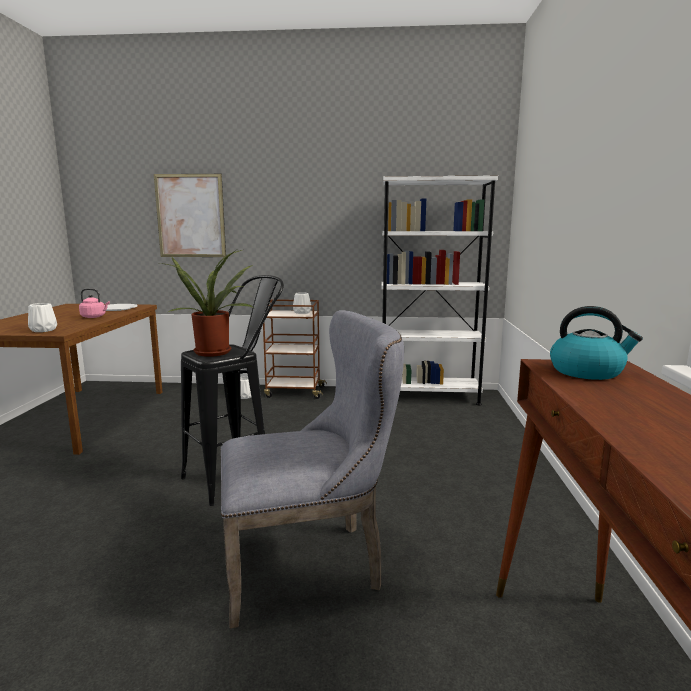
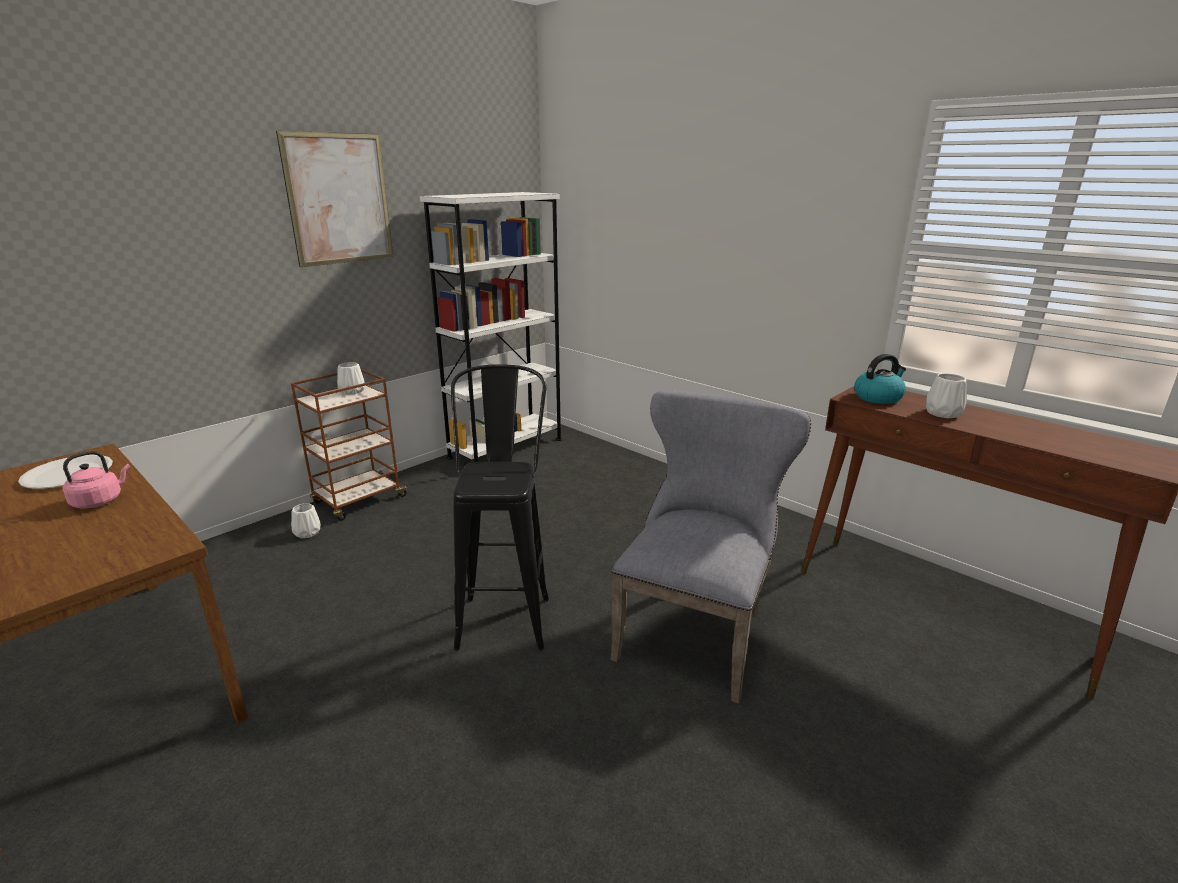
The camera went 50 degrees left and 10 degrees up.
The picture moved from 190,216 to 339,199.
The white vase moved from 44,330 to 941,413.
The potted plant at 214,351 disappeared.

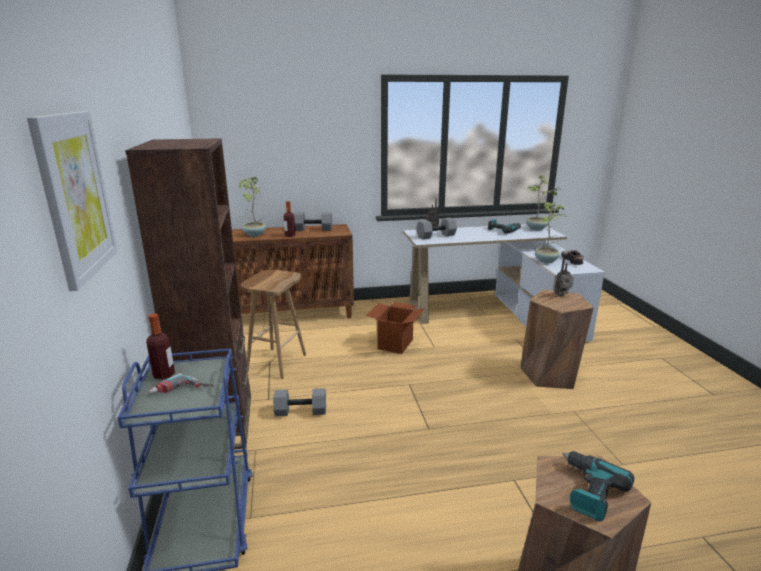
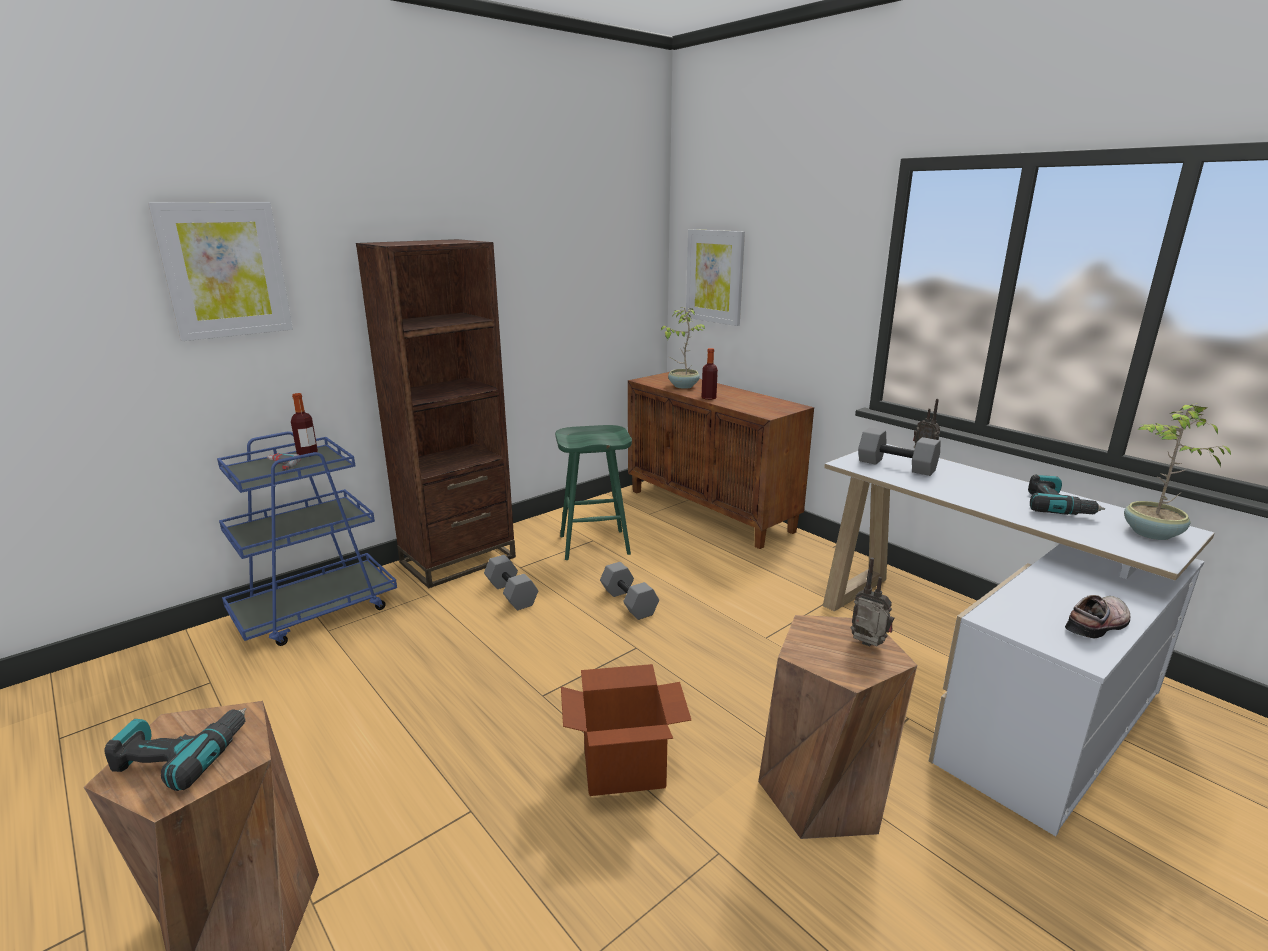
The camera went 60 degrees right and 0 degrees up.
The brown stool at 276,362 became the green stool at 595,544.
The cardboard box moved from 395,344 to 624,768.
The grey dumbbell moved from 314,229 to 630,602.
The picture at 715,276 appeared.
The potted plant at 546,261 disappeared.

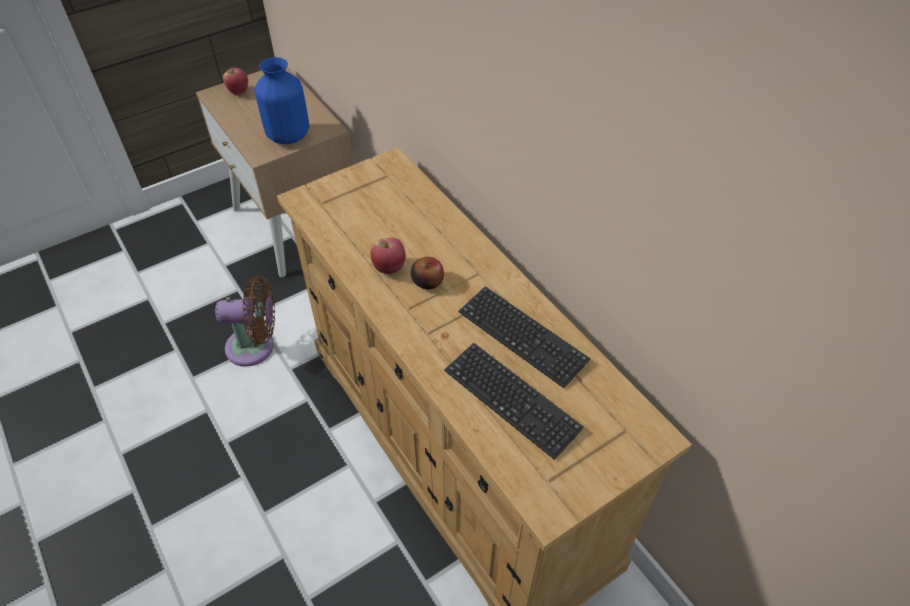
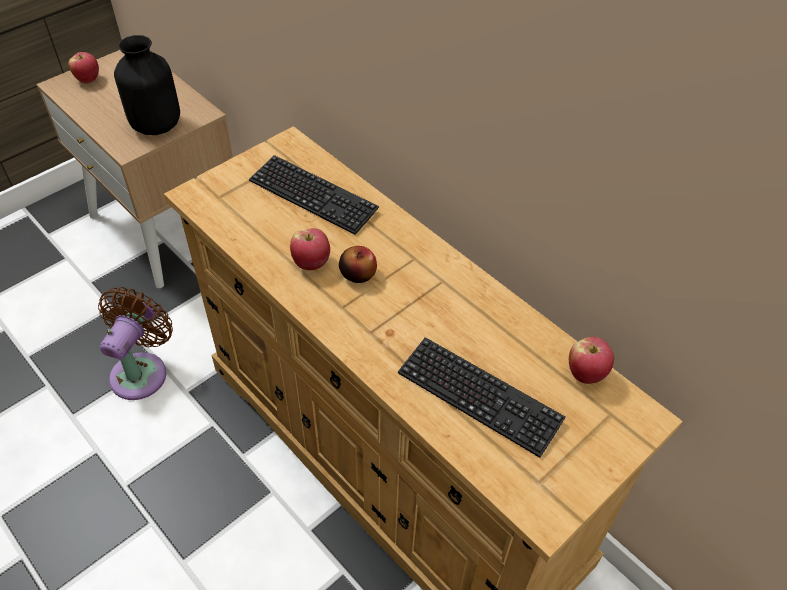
The camera went 10 degrees left and 0 degrees up.
The brown fan at 255,346 turned 60 degrees counterclockwise.
The blue vase at 287,136 became the black vase at 155,125.
The keyboard moved from 522,337 to 313,196.
The apple at 585,373 appeared.

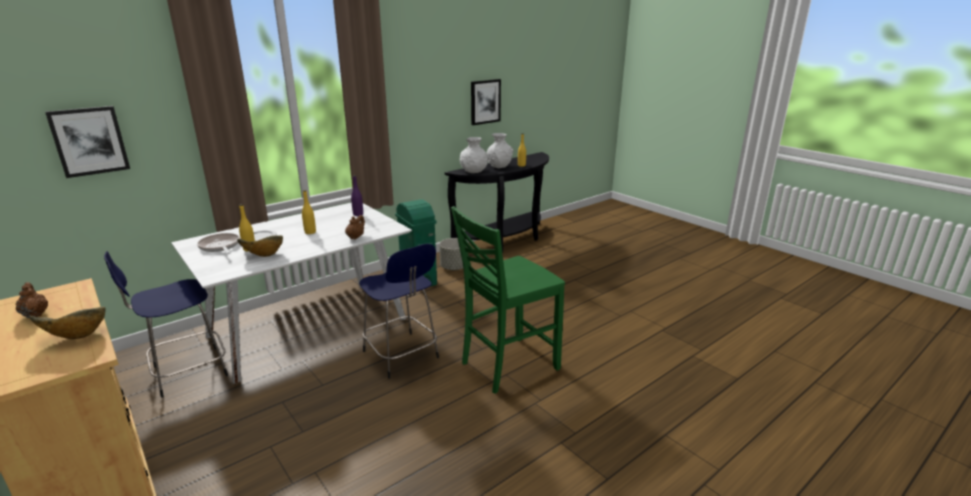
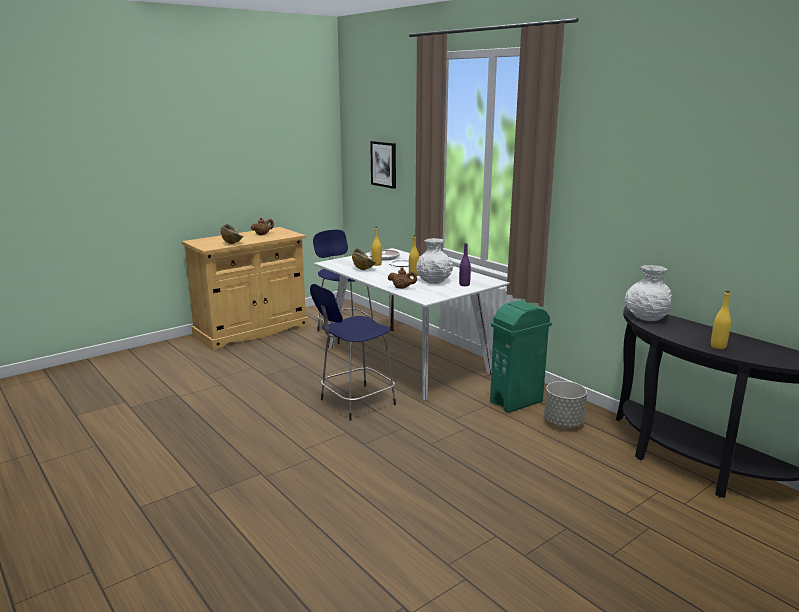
The camera went 90 degrees right and 5 degrees down.
The white vase moved from 499,166 to 435,281.
The green chair at 507,365 disappeared.
The picture at 485,101 disappeared.

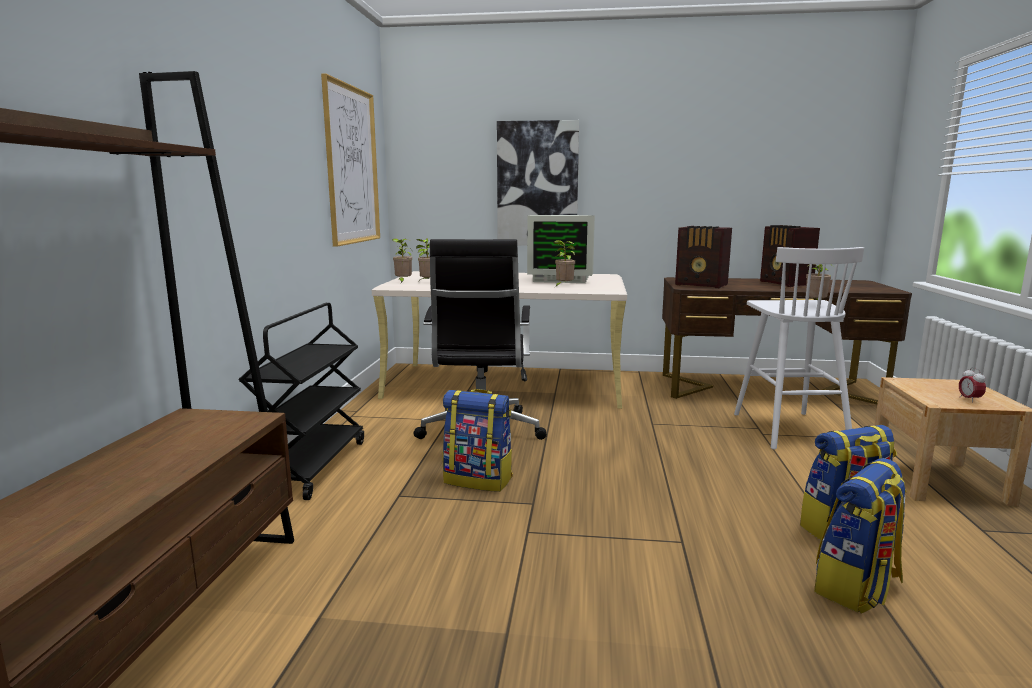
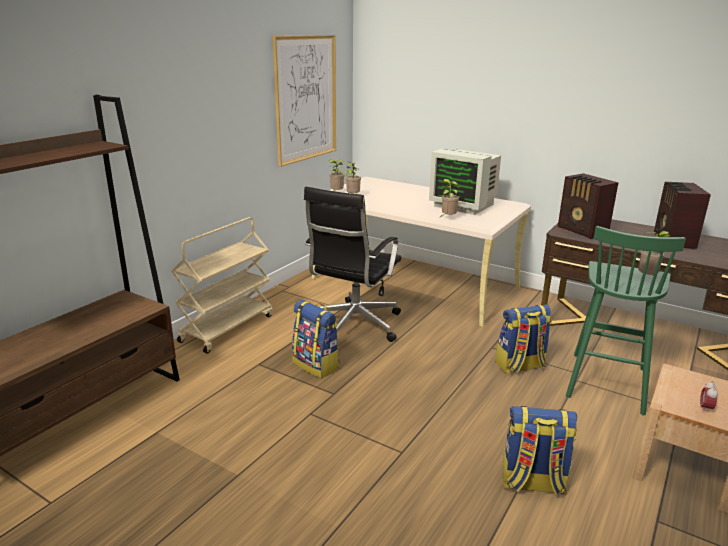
The camera went 25 degrees right and 10 degrees up.
The black cart at 311,466 became the beige cart at 227,328.
The backpack moved from 857,588 to 520,366.
The white stool at 788,429 became the green stool at 606,381.
The picture at 537,184 disappeared.

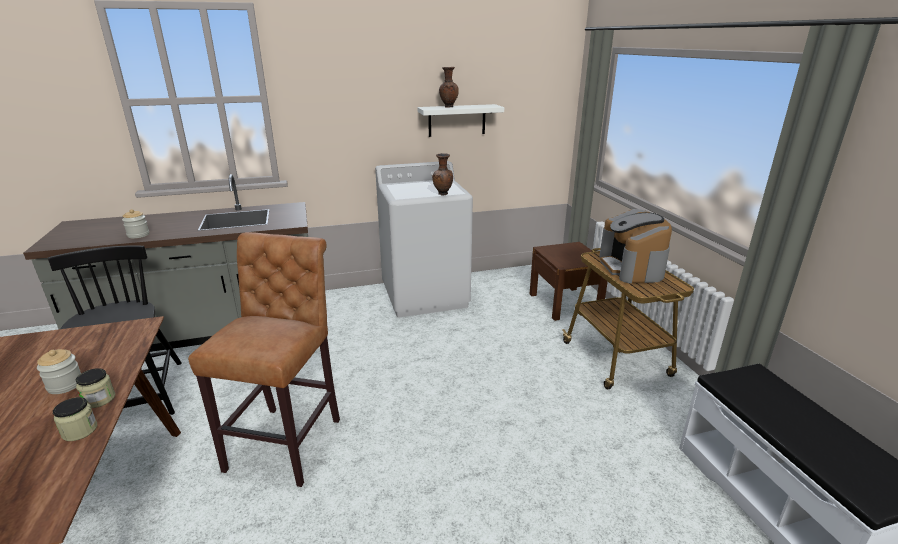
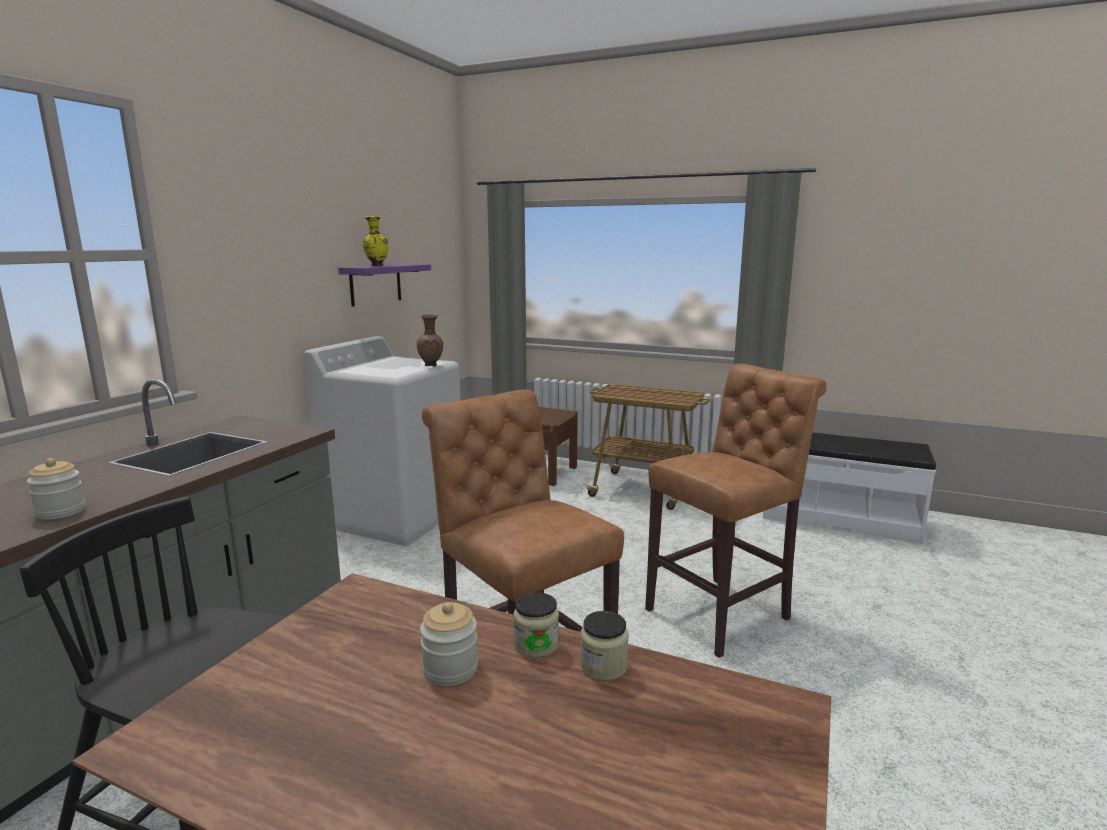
The camera went 50 degrees left and 10 degrees down.
The white shelf at 457,120 became the purple shelf at 375,284.
The brown vase at 448,107 became the yellow vase at 376,266.
The brown stool at 723,612 appeared.
The coffee machine at 631,267 disappeared.

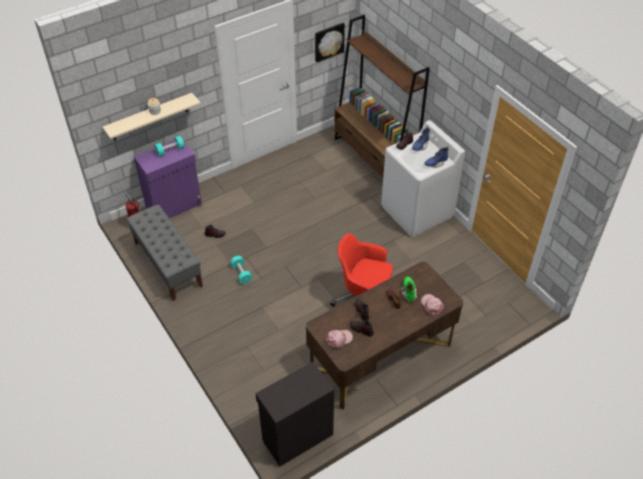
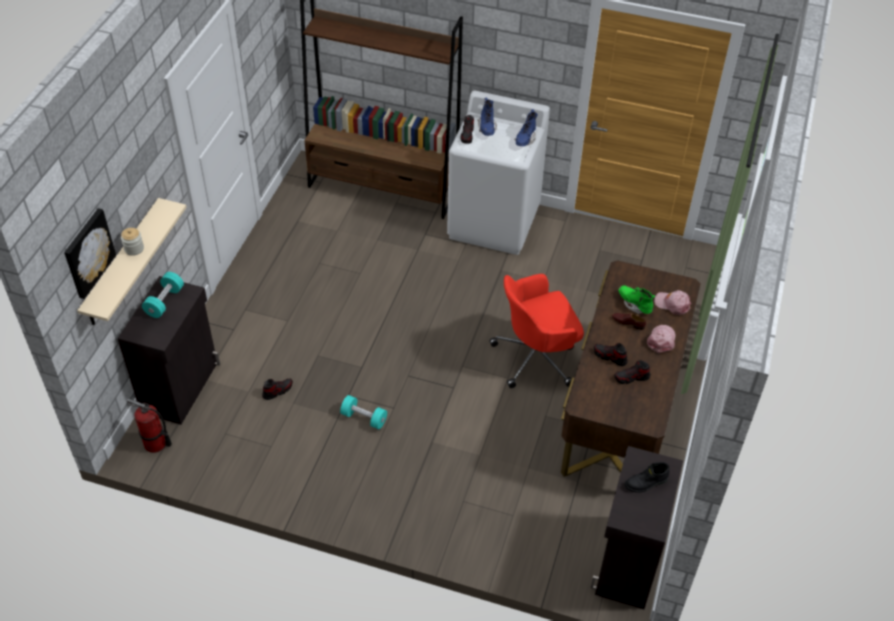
The camera went 40 degrees left and 0 degrees up.
The picture moved from 328,41 to 87,253.
The purple cabinet at 174,206 became the black cabinet at 181,387.
The black boot at 646,483 appeared.
The pink cap moved from 339,339 to 661,340.
The grey bench at 167,264 disappeared.

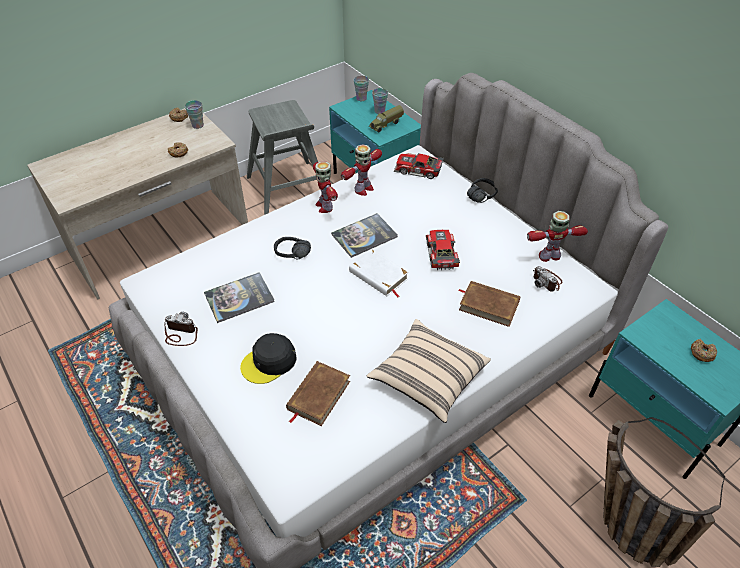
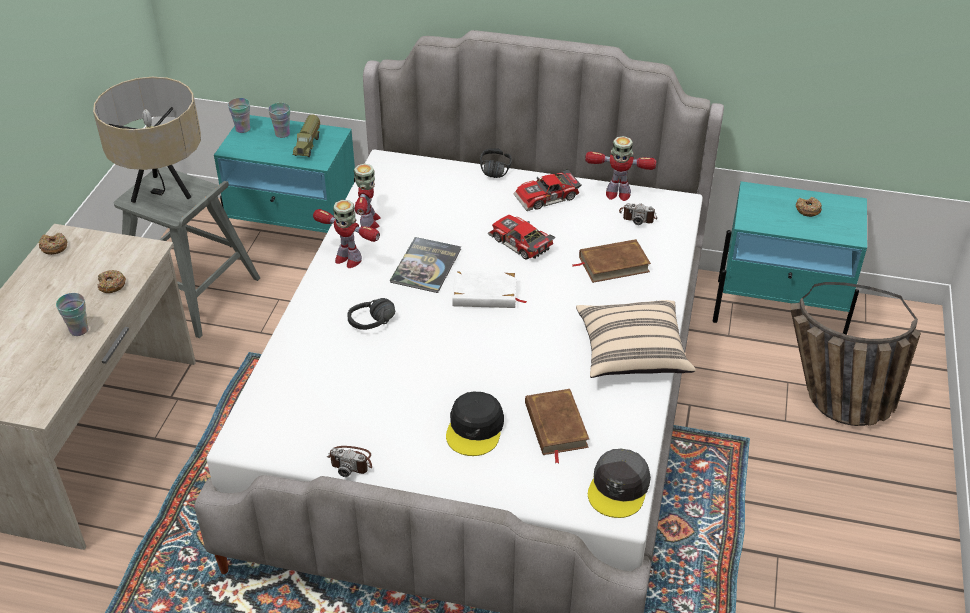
The camera went 40 degrees left and 5 degrees down.
The cup moved from 198,125 to 79,330.
The beige table lamp at 164,194 appeared.
The photo camera at 180,334 turned 135 degrees counterclockwise.
The toy car moved from 418,171 to 547,198.
The toy robot at 549,256 turned 120 degrees counterclockwise.
The grey cap at 619,488 appeared.
The book at 239,298 disappeared.

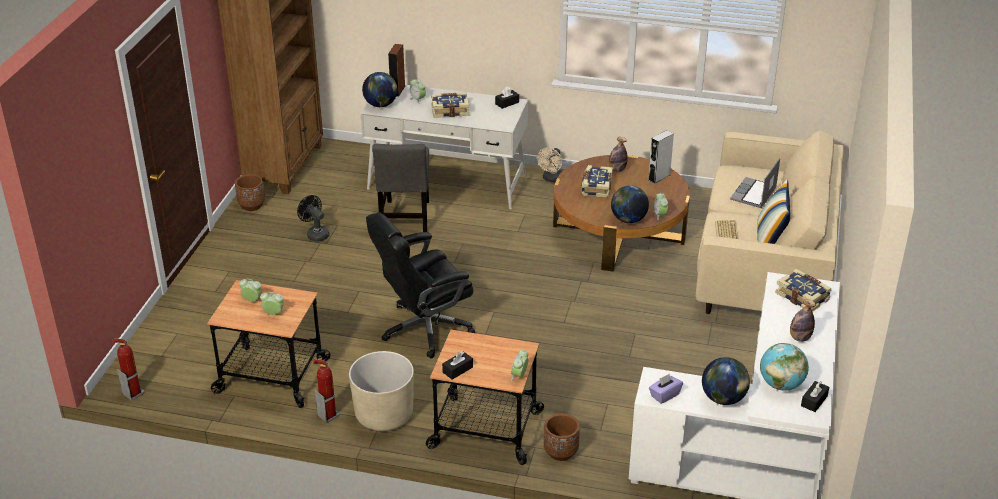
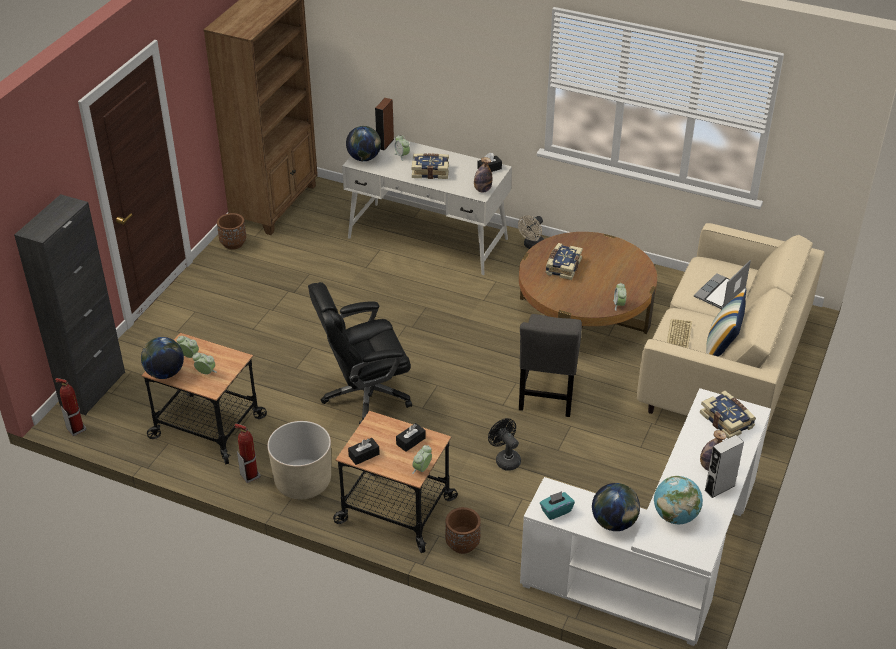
The camera went 10 degrees right and 5 degrees up.
The black cabinet at 93,389 appeared.
The globe moved from 628,220 to 165,373.
The black tissue box moved from 814,401 to 410,441.
The bottle moved from 617,169 to 482,190.
The black fan moved from 315,234 to 505,459.
The grey chair moved from 405,219 to 548,394.
The purple tissue box at 664,395 became the turquoise tissue box at 556,511.
The grey speaker moved from 659,177 to 719,488.

